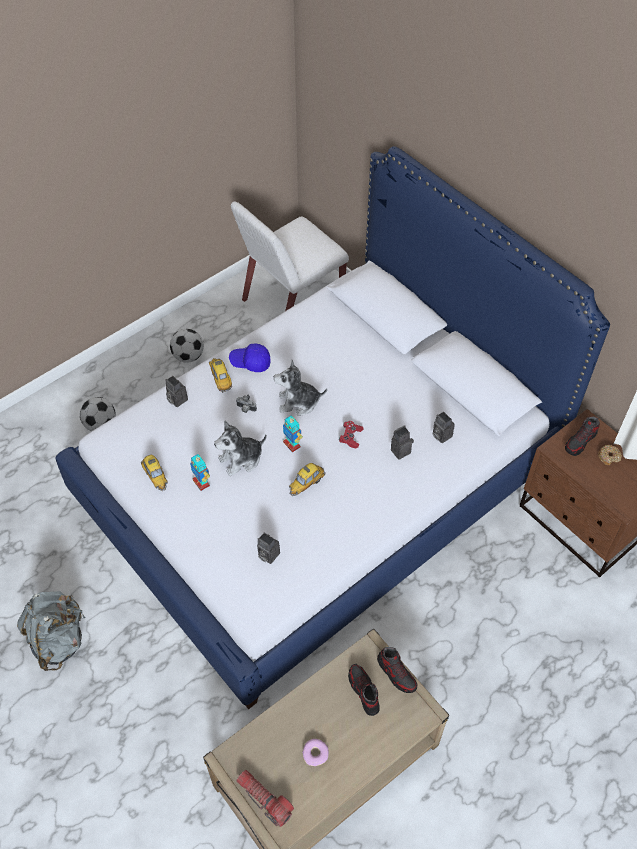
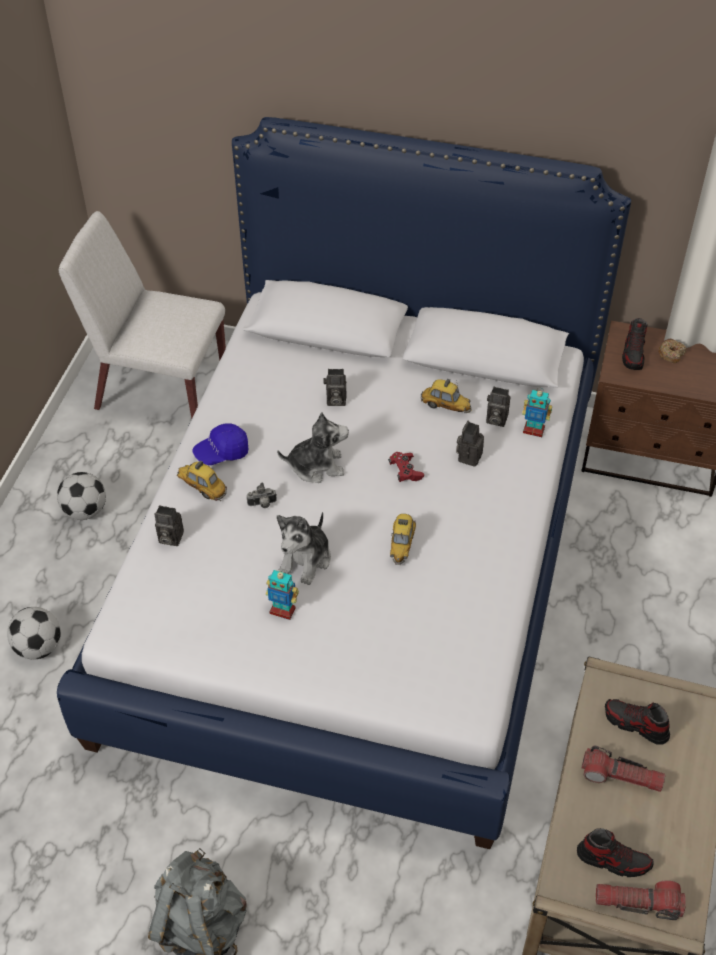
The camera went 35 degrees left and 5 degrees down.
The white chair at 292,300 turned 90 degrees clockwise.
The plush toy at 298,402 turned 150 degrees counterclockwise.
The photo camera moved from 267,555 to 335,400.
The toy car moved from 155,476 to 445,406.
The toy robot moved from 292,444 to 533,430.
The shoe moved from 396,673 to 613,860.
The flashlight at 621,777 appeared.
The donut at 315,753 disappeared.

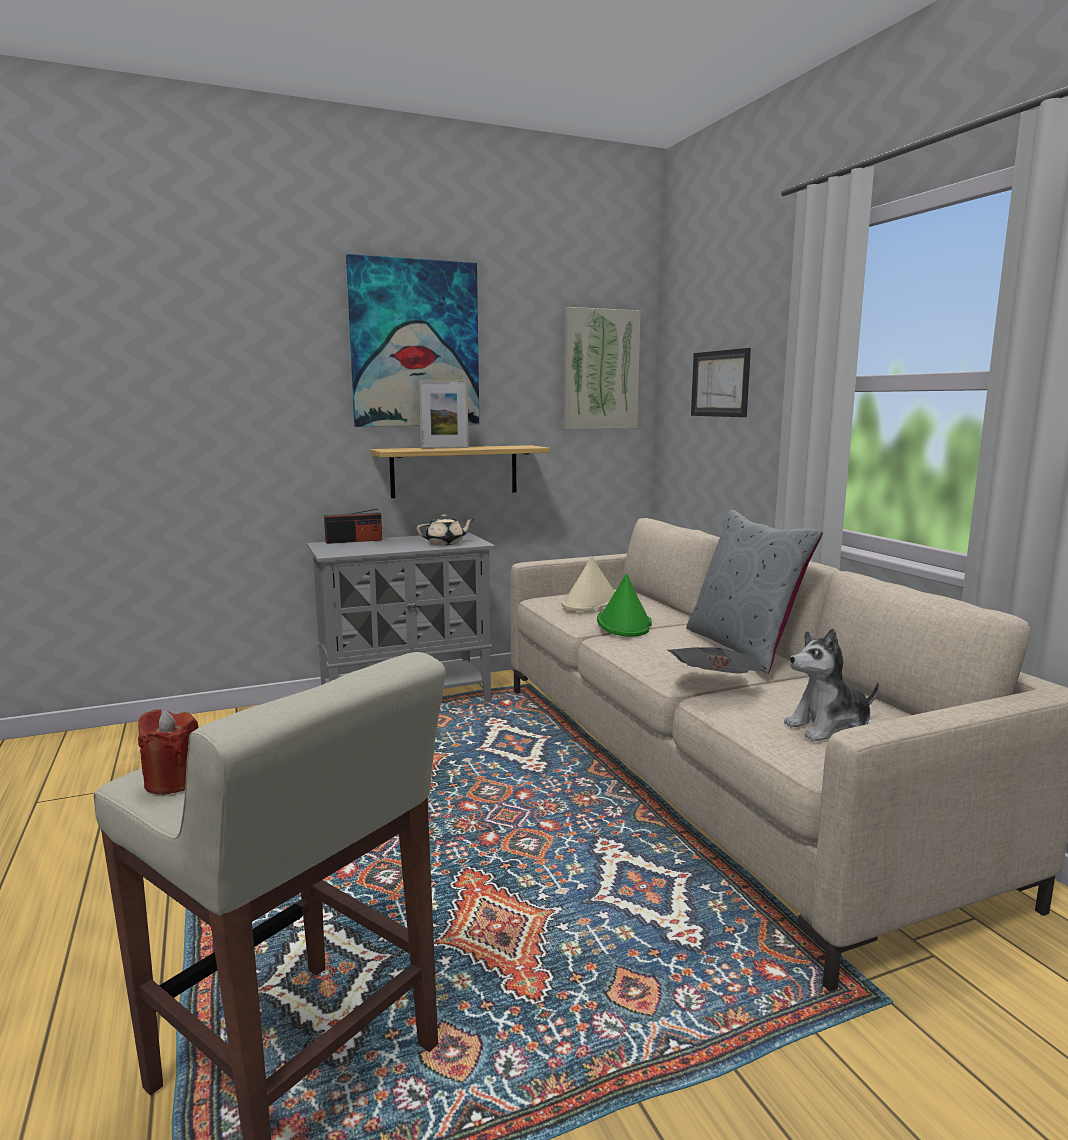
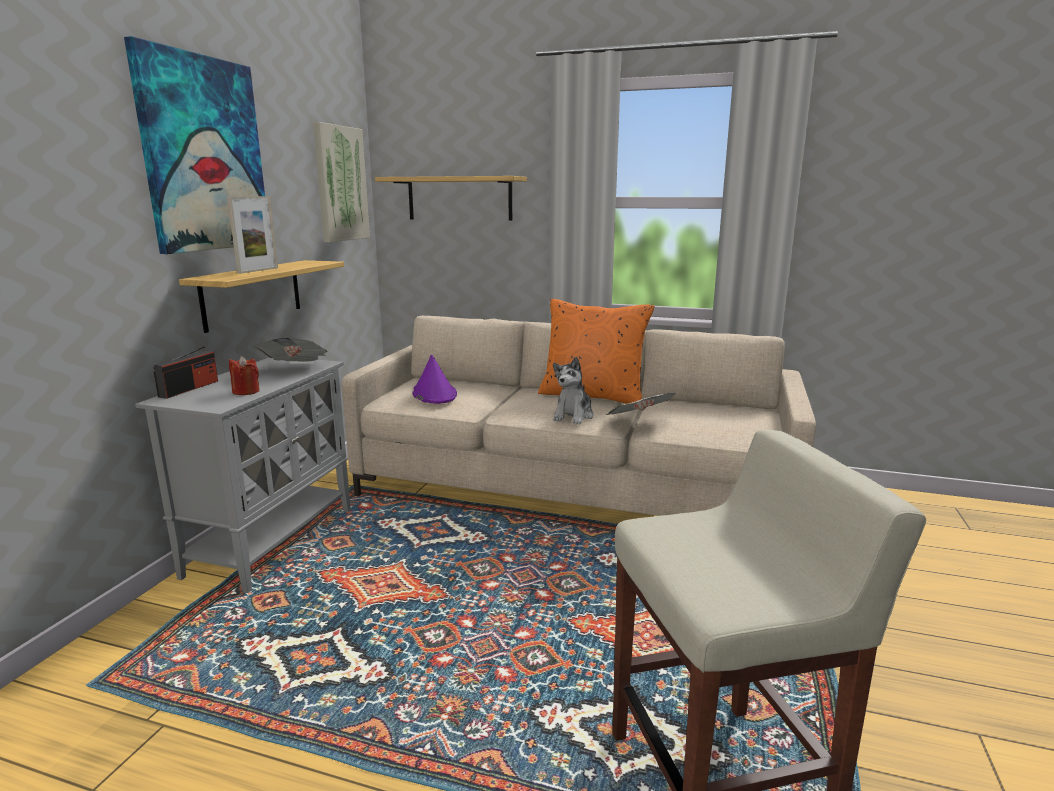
The camera went 50 degrees left and 5 degrees up.
The red candle moved from 173,781 to 246,391.
The beige teapot at 445,543 was replaced by the newspaper at 295,369.
The picture at 720,383 was replaced by the shelf at 459,198.
The beige hat at 590,602 became the purple hat at 434,394.
The grey pillow at 743,647 became the orange pillow at 593,395.
The plush toy moved from 829,728 to 573,416.
The green hat at 624,623 disappeared.

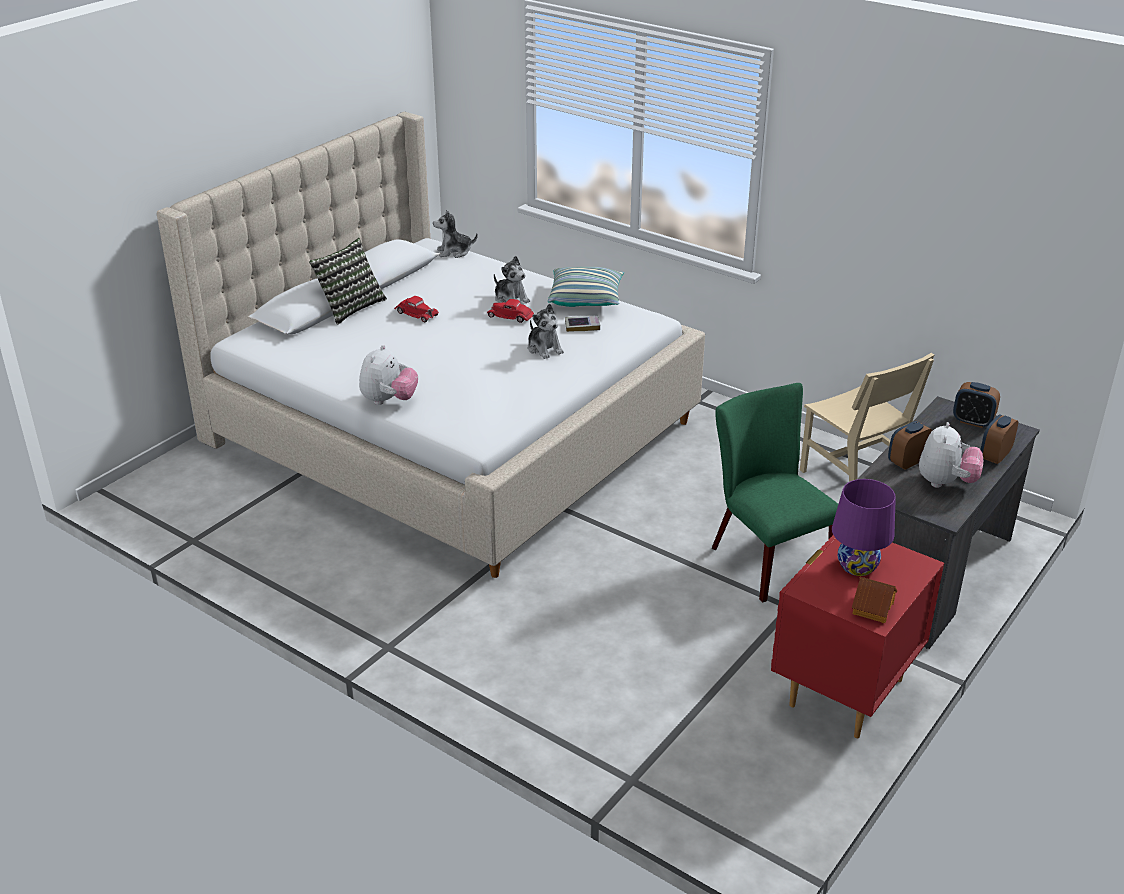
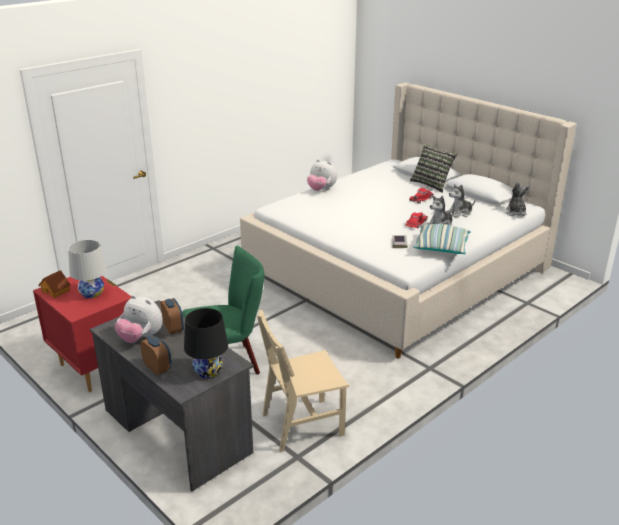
The camera went 100 degrees right and 5 degrees down.
The purple table lamp at 857,566 became the white table lamp at 92,293.
The alarm clock at 972,421 was replaced by the black table lamp at 208,371.
The plush toy moved from 544,349 to 460,213.

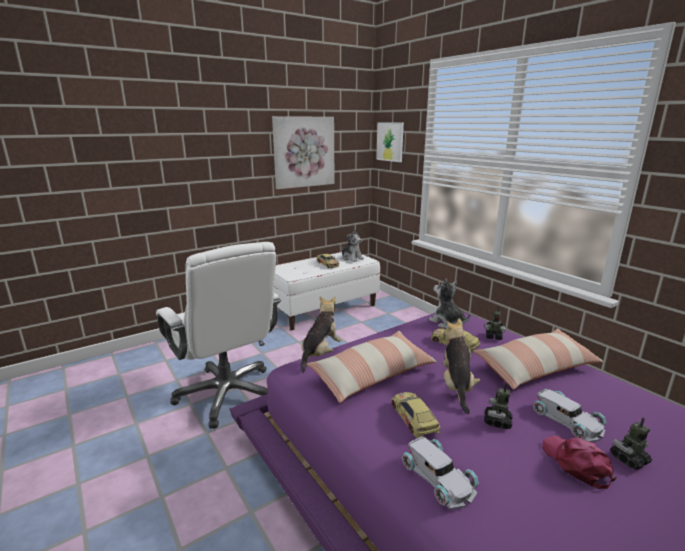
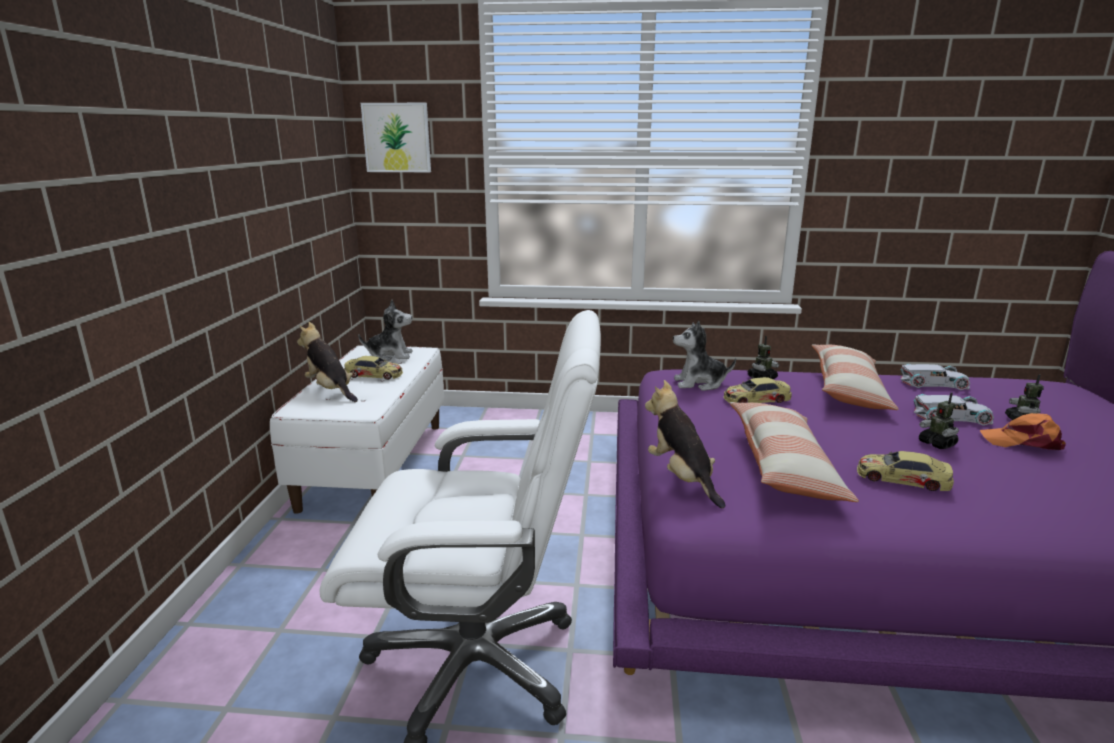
The camera went 50 degrees left and 0 degrees up.
The plush toy moved from 456,386 to 331,390.
The white toy car moved from 438,477 to 934,383.
The pink cap at 576,463 became the orange cap at 1022,442.
The picture at 303,152 disappeared.

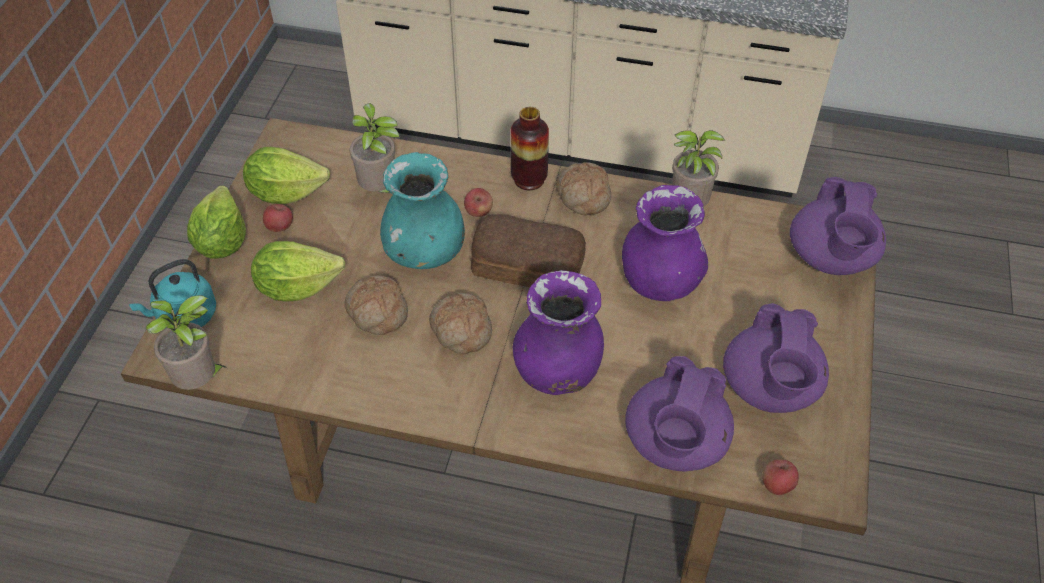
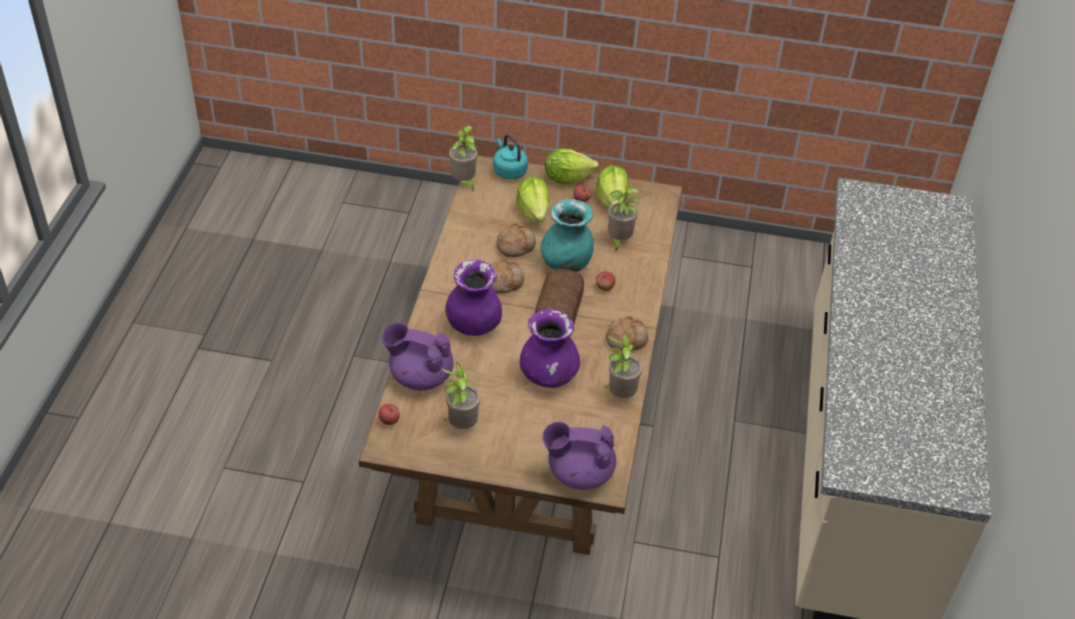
The camera went 85 degrees right and 5 degrees down.
The purple teapot at 770,389 was replaced by the potted plant at 461,425.
The vase at 529,179 disappeared.

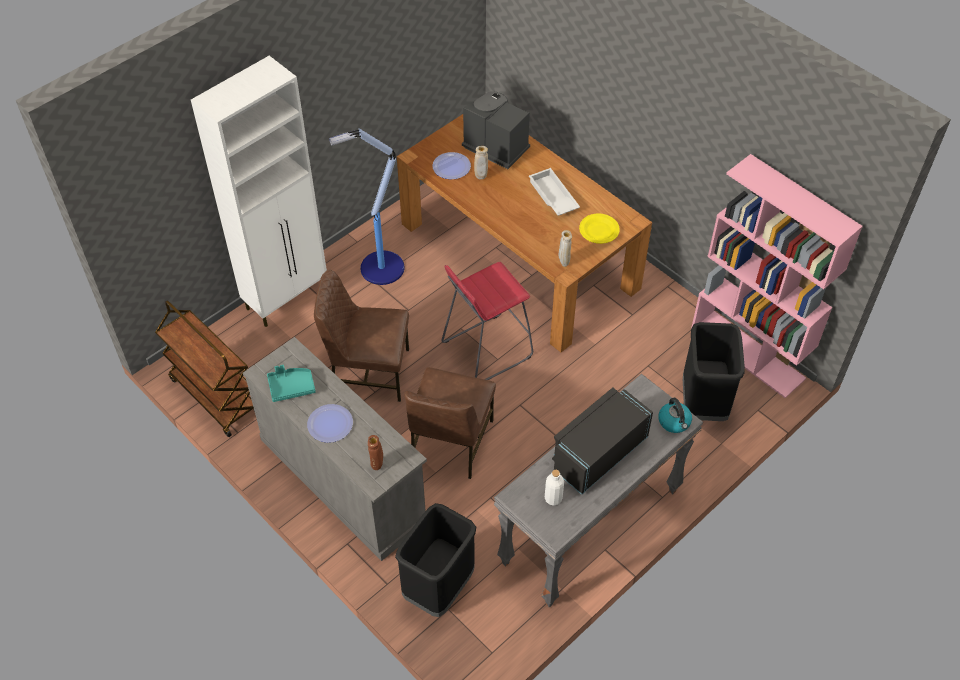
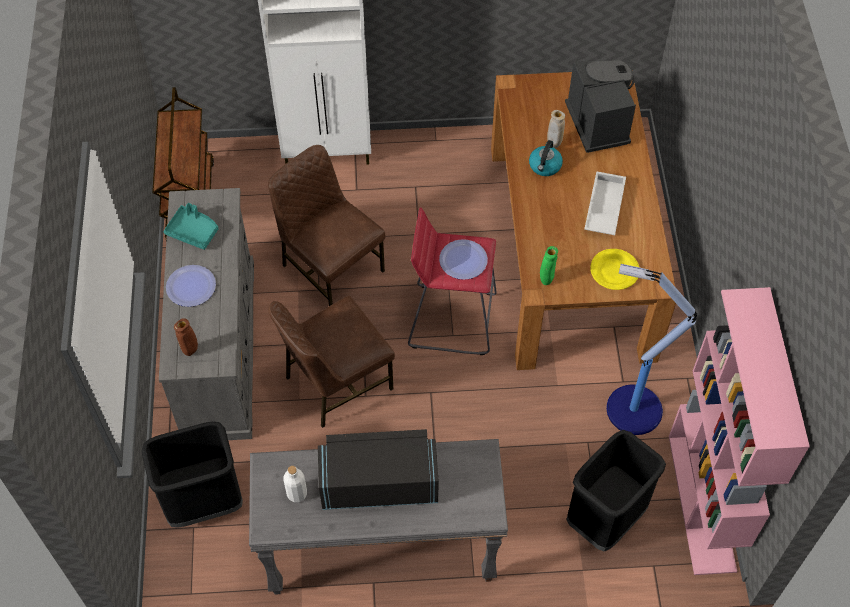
The camera went 40 degrees right and 5 degrees up.
The plate moved from 451,167 to 463,260.
The kettle moved from 674,422 to 545,166.
The beige vase at 563,263 became the green vase at 546,280.
The floor lamp moved from 380,268 to 631,409.

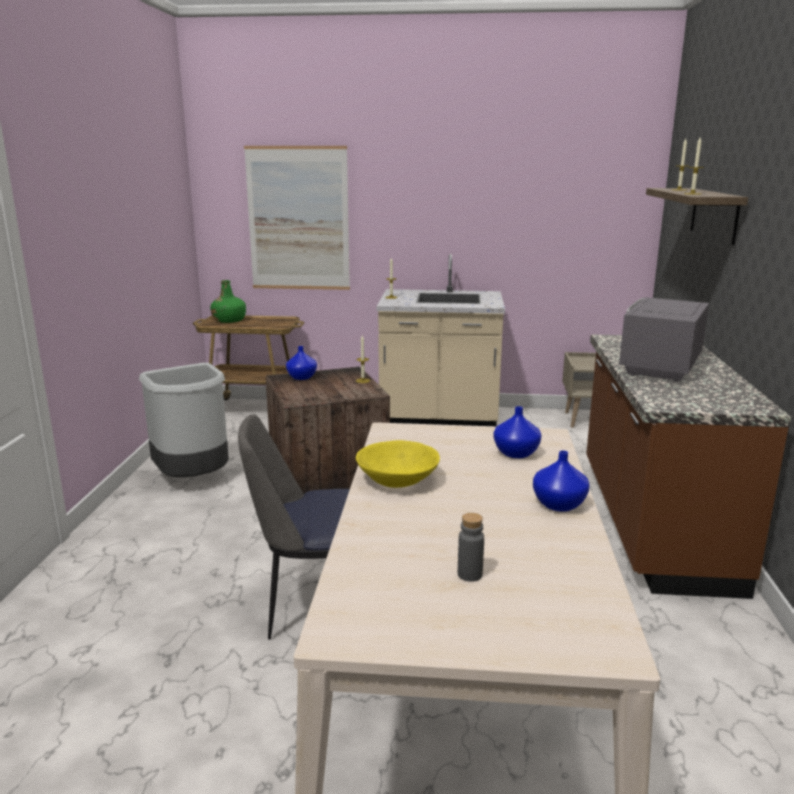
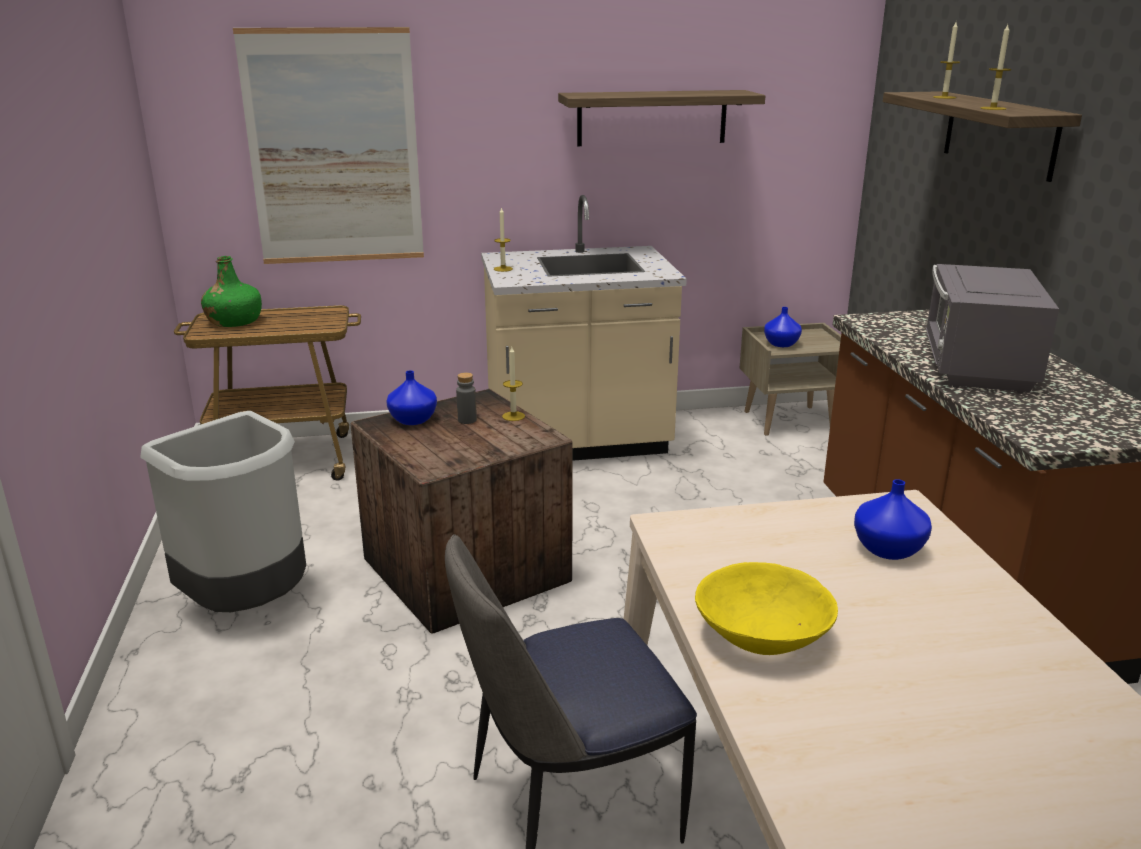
The camera went 15 degrees left and 5 degrees up.
The grey bottle moved from 470,574 to 467,420.
The shelf at 652,118 appeared.
The blue vase moved from 558,504 to 780,344.

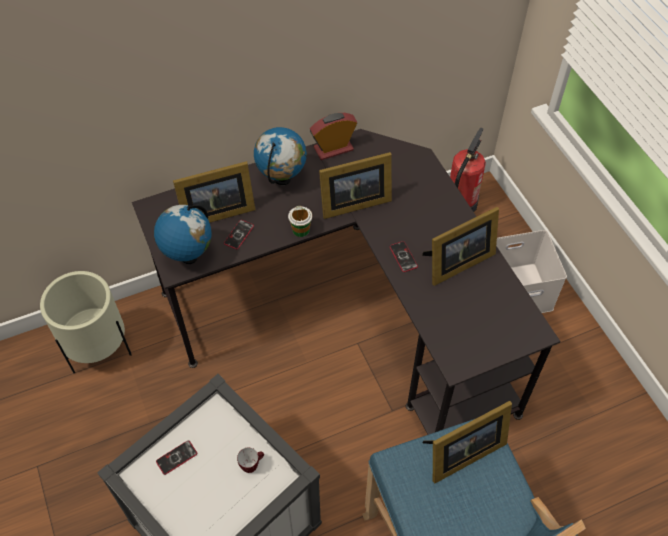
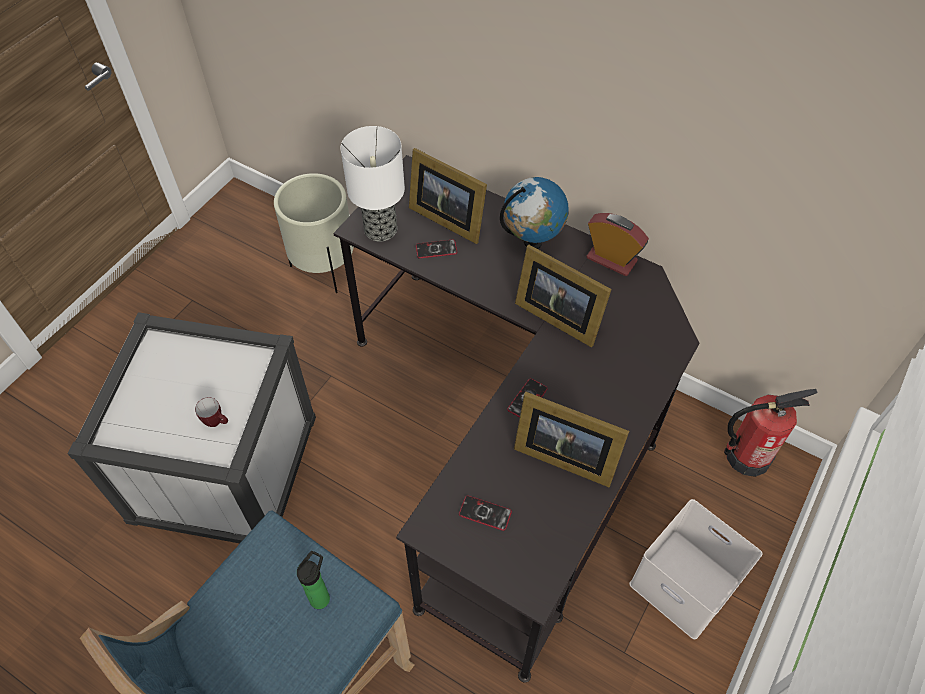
The camera went 55 degrees right and 0 degrees up.
The picture frame at 461,454 was replaced by the bottle at 321,596.
The globe at 188,257 was replaced by the table lamp at 380,229.
The phone moved from 176,457 to 485,513.
The cup at 301,230 disappeared.

